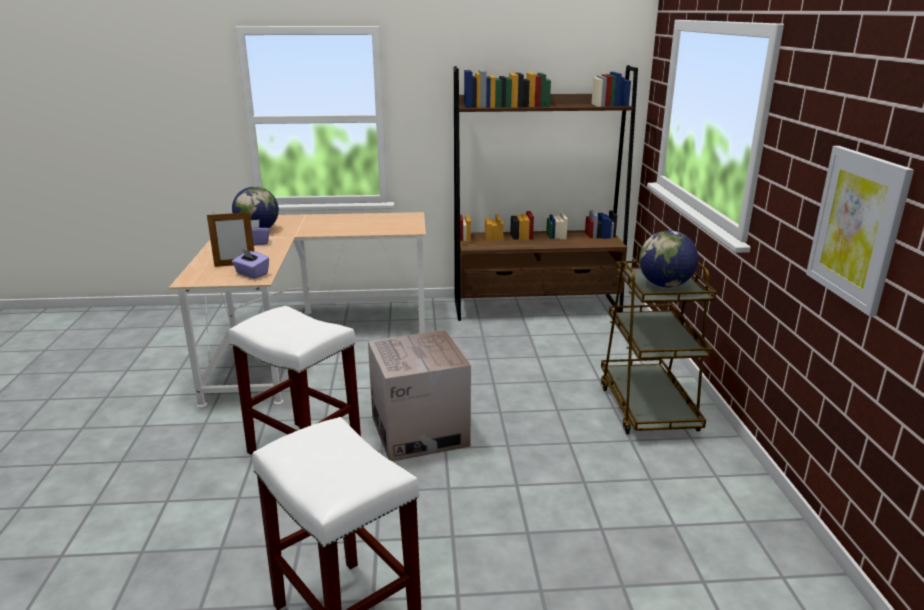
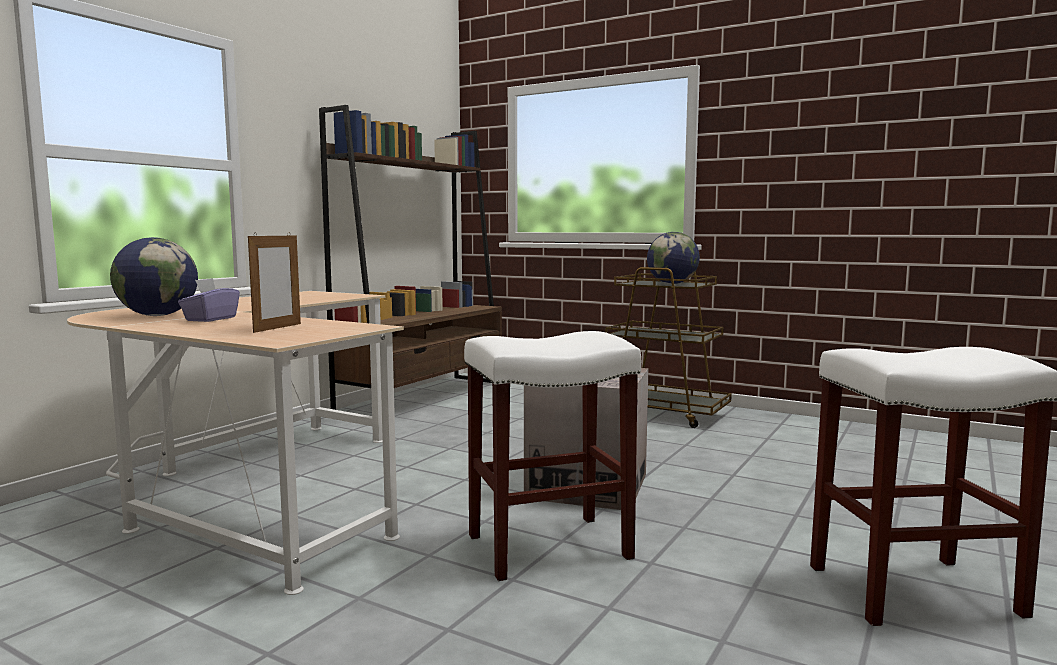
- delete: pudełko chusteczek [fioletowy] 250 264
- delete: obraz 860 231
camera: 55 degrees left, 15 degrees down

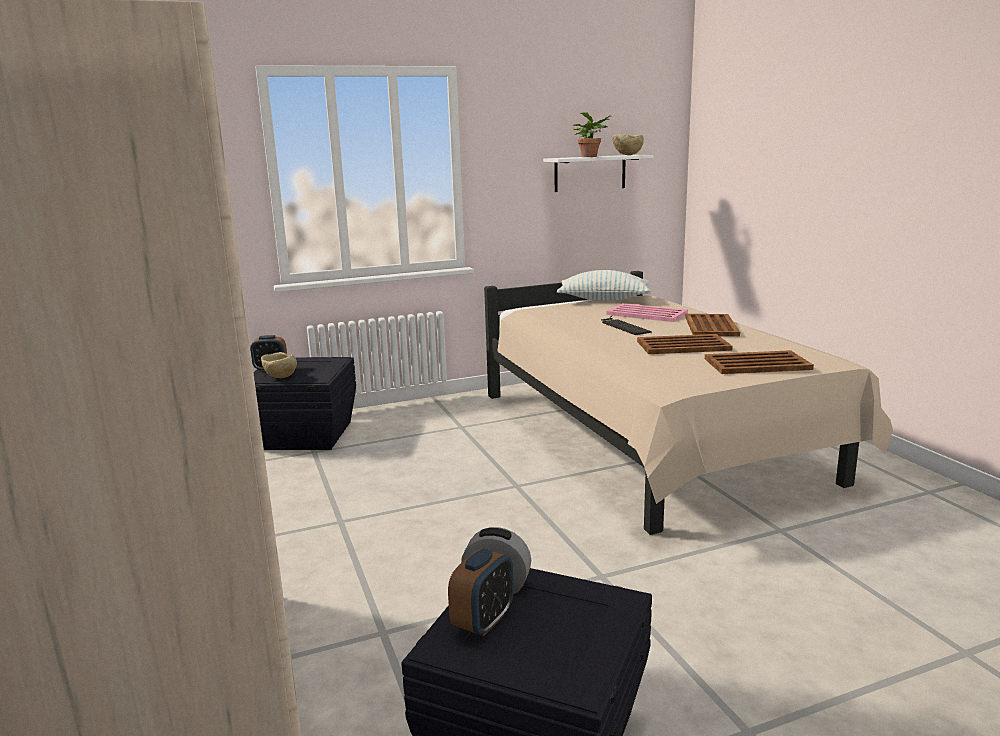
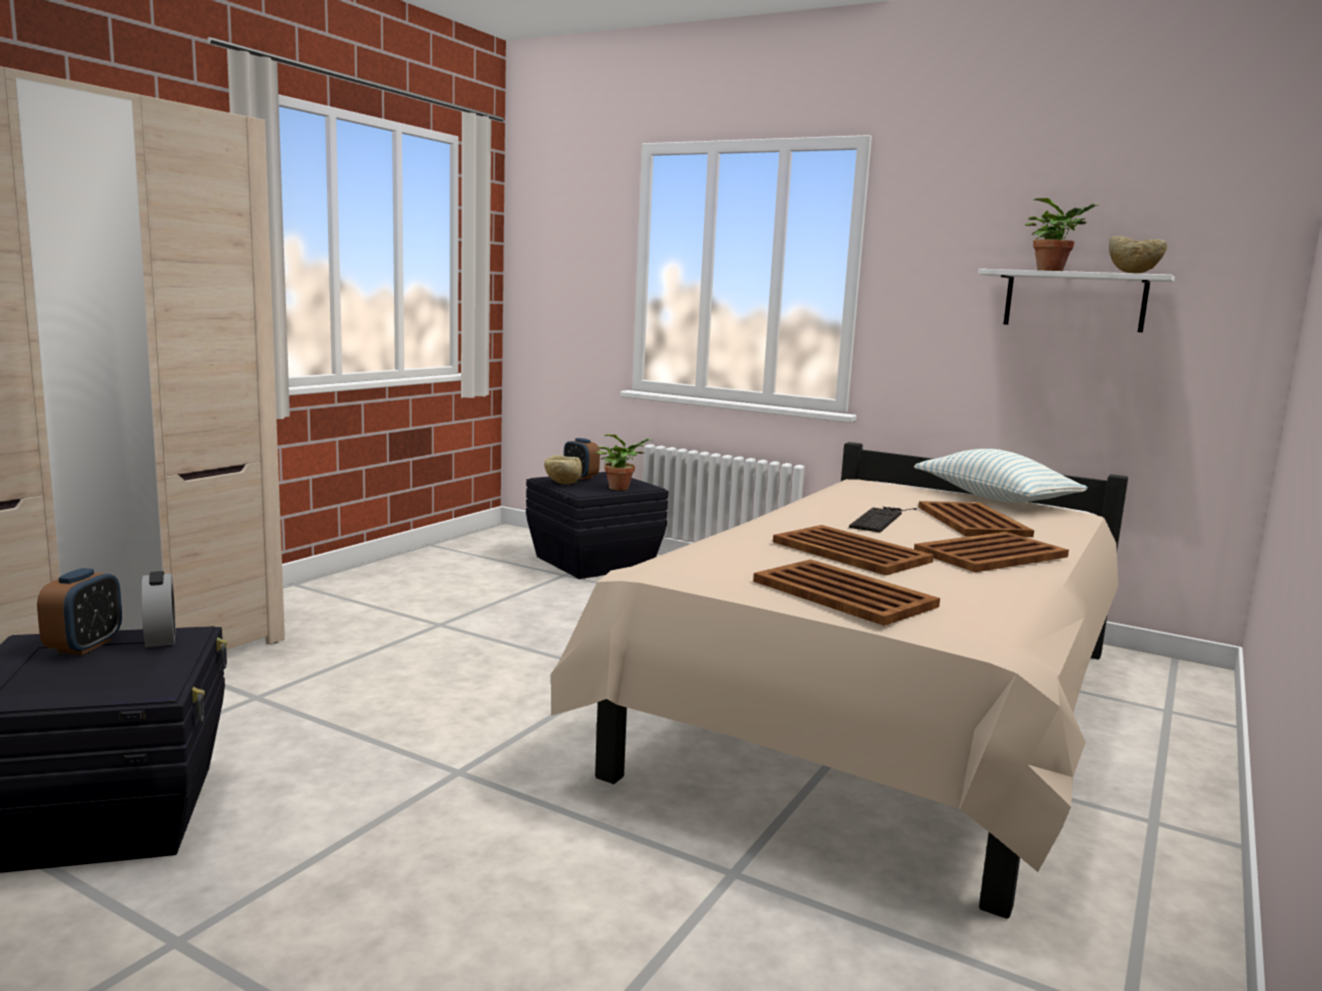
- rotate: budzik 481 592 = 79 611 75 degrees counterclockwise
- recolor: taca [różowy] 647 312 to taca [brązowy] 976 519
- insert: roślina doniczkowa 624 462
camera: 50 degrees right, 5 degrees down

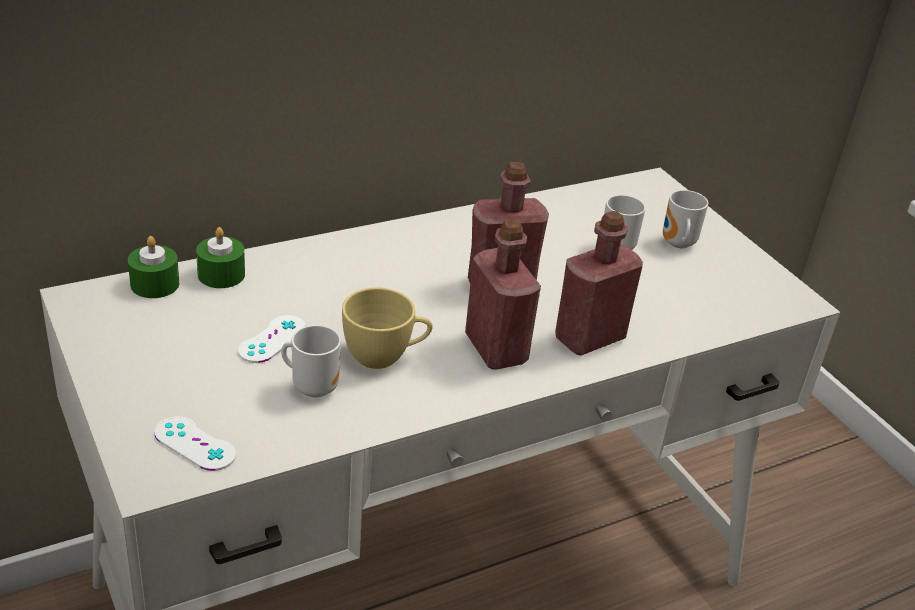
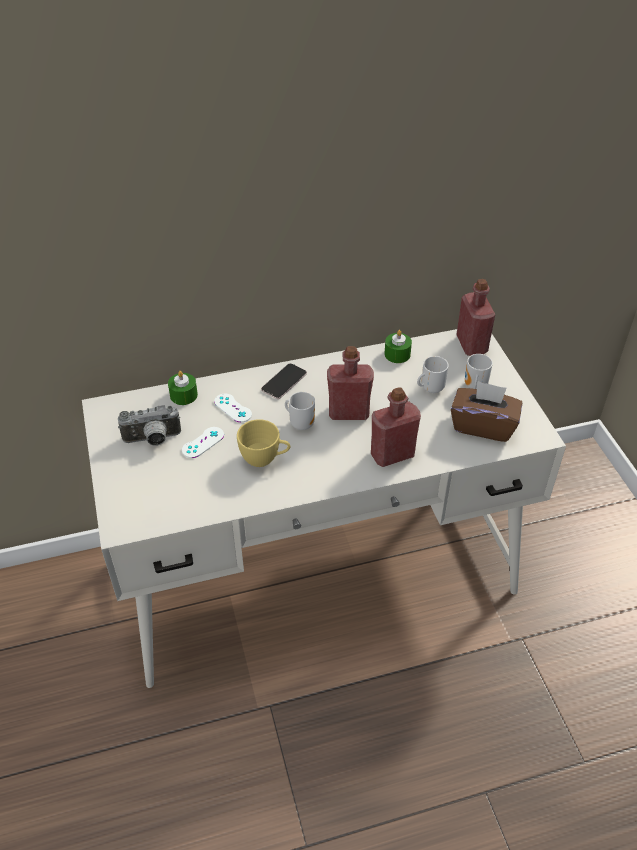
- move: świeca [zielony] 153 267 to 398 346
- move: pad do gier [biały] 195 443 to 233 408
- move: kubek 311 361 to 300 411
- move: butelka [czerwony] 503 294 to 475 317
- insert: aparat fotograficzny 149 425
- insert: telefon 284 381
- insert: pudełko chusteczek [brązowy] 486 411
camera: 15 degrees right, 10 degrees up

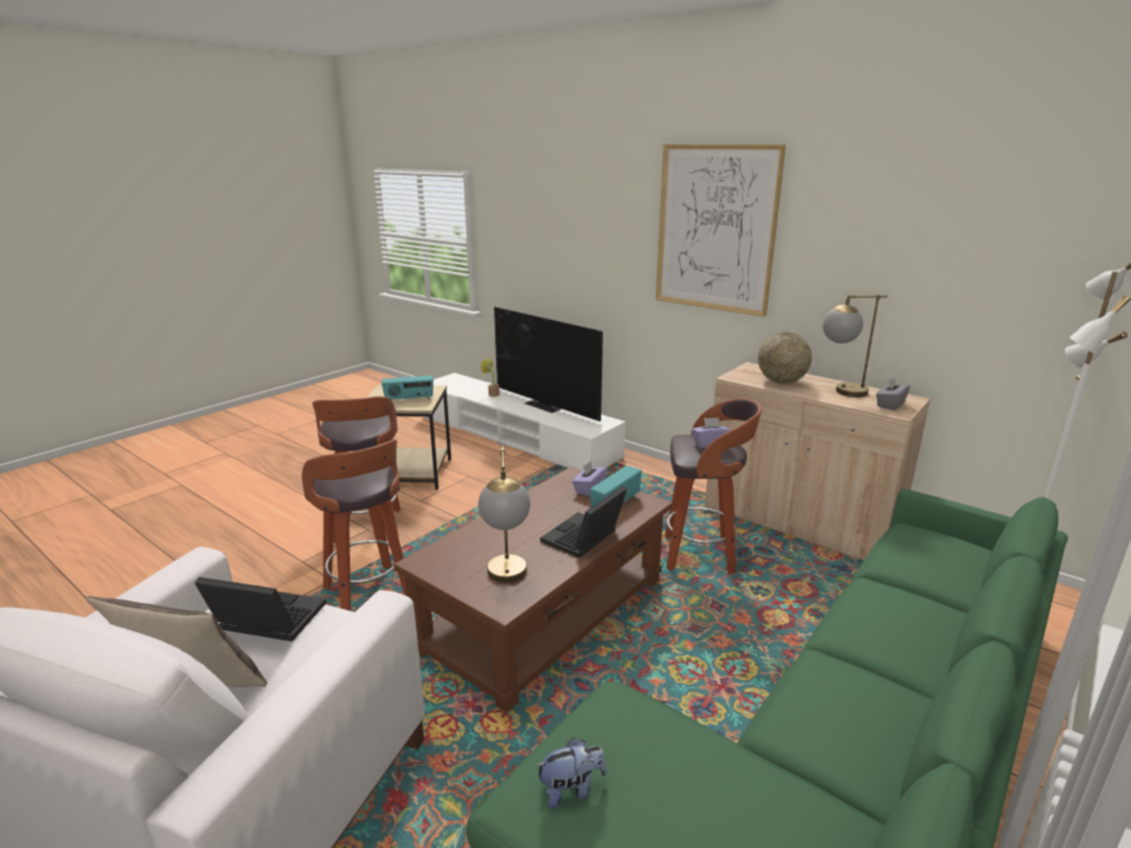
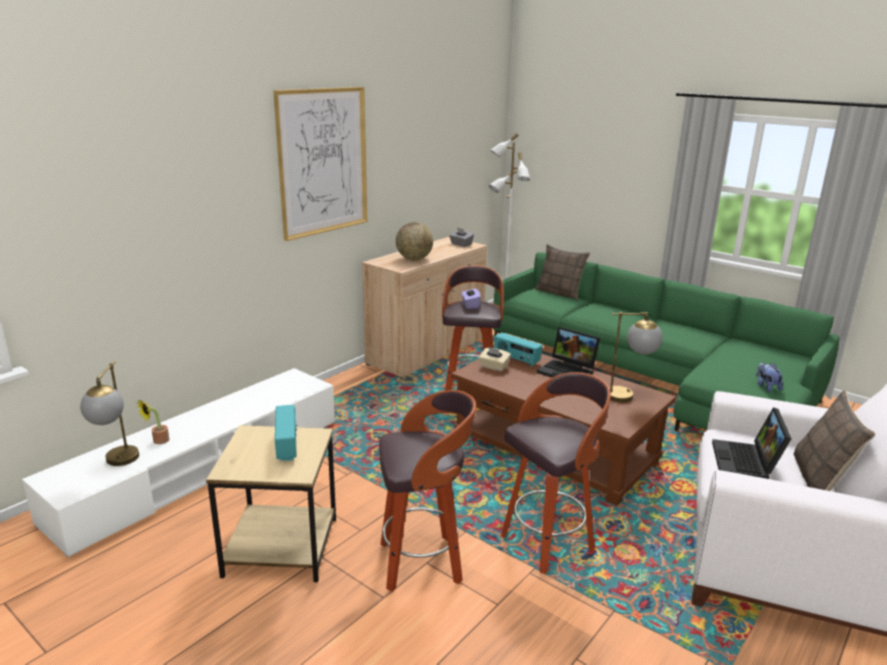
- delete: telewizor 548 364
- recolor: pudełko chusteczek [fioletowy] 589 478 to pudełko chusteczek [beżowy] 495 359
- move: lampa stołowa 855 345 to 109 413
- insert: poduszka 562 272
camera: 90 degrees left, 0 degrees up

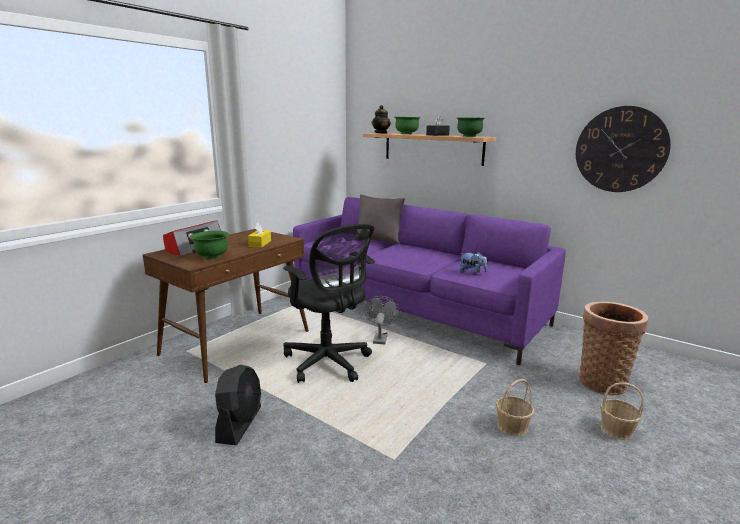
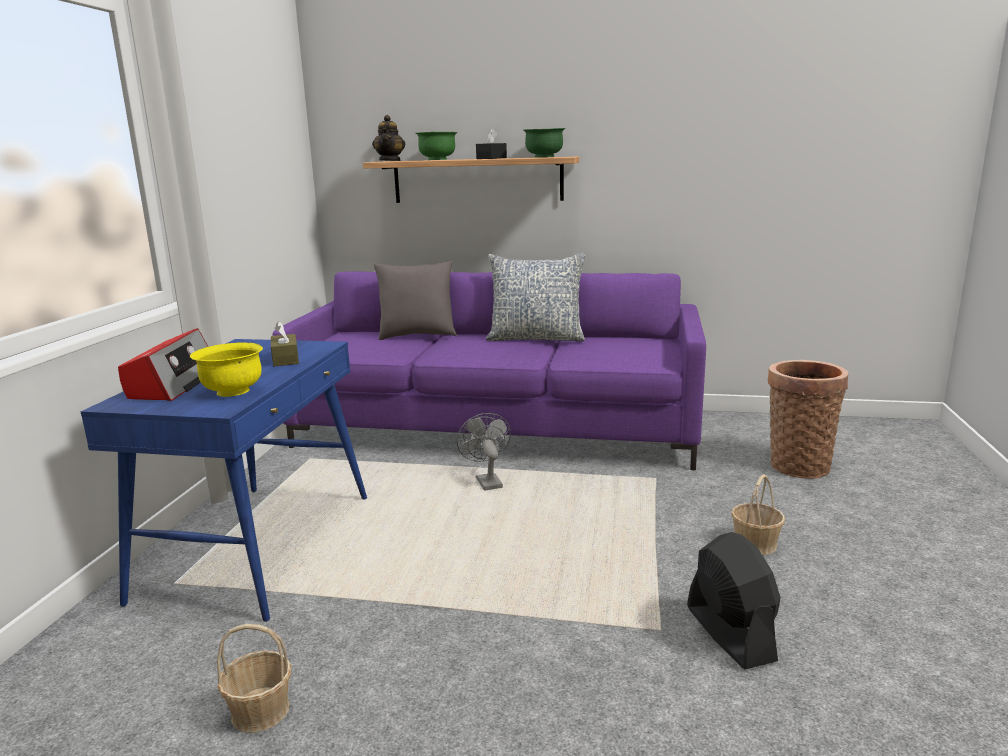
- recolor: biurko [brązowy] 226 306 to biurko [niebieski] 224 480
- recolor: miska [zielony] 209 245 to miska [żółty] 226 370
- move: wentylator [czarny] 238 405 to 734 600
- recolor: pudełko chusteczek [żółty] 259 235 to pudełko chusteczek [brązowy] 285 343
- delete: krzesło biurowe [czarny] 329 303
- delete: pluszak 473 263
- delete: zegar ścienny 623 149
- move: koszyk 622 411 to 254 678
- insert: poduszka 535 297
camera: 25 degrees left, 0 degrees up

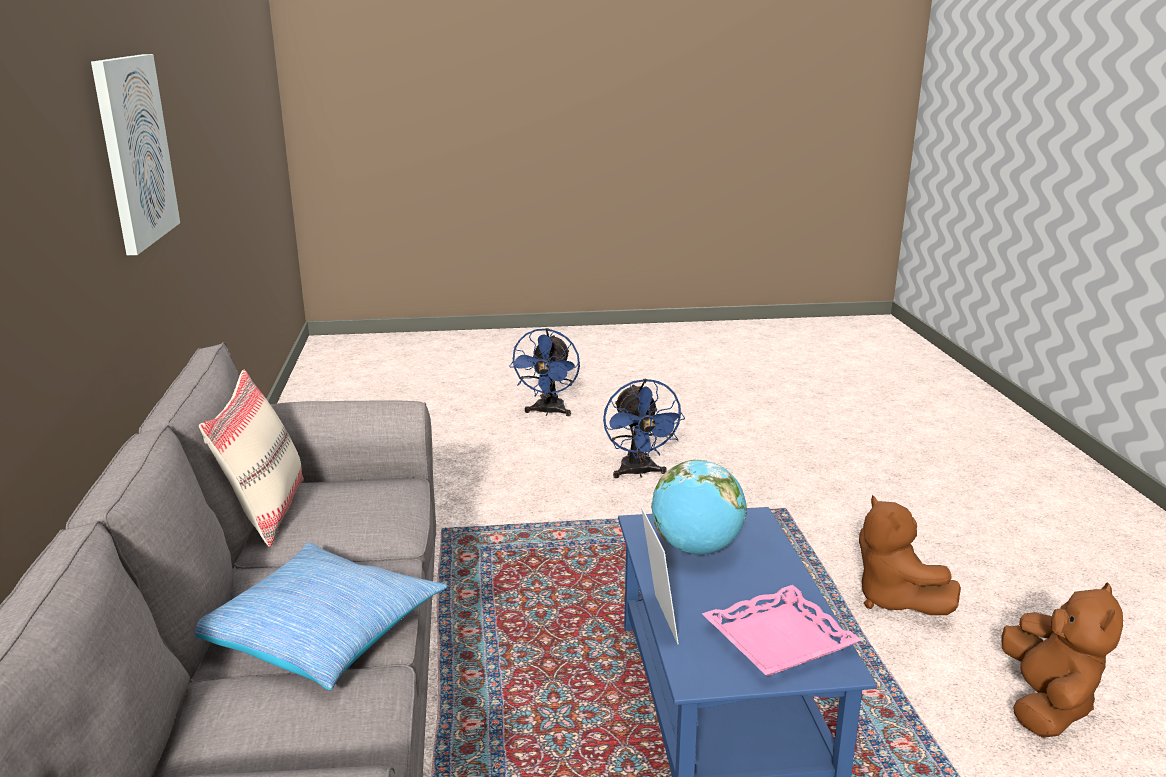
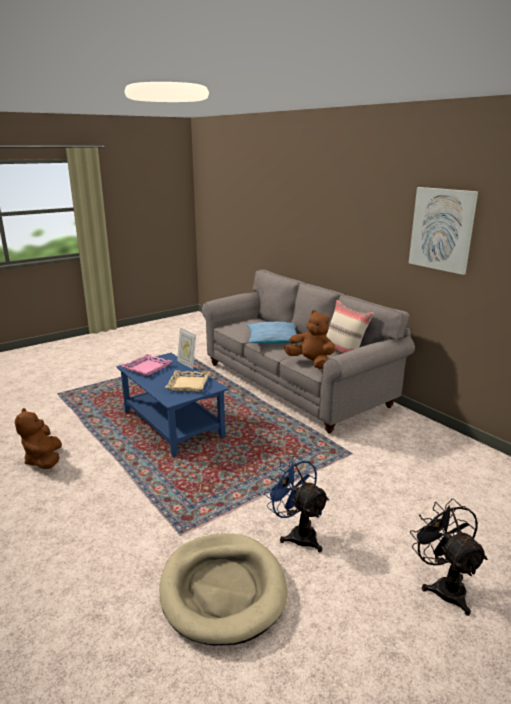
- recolor: wentylator [niebieski] 544 372 to wentylator [czarny] 449 557
- replace: globus 699 507 to taca [beżowy] 187 381
- move: pluszak [brązowy] 910 555 to 309 339
- insert: legowisko [beżowy] 223 589
camera: 150 degrees right, 0 degrees up

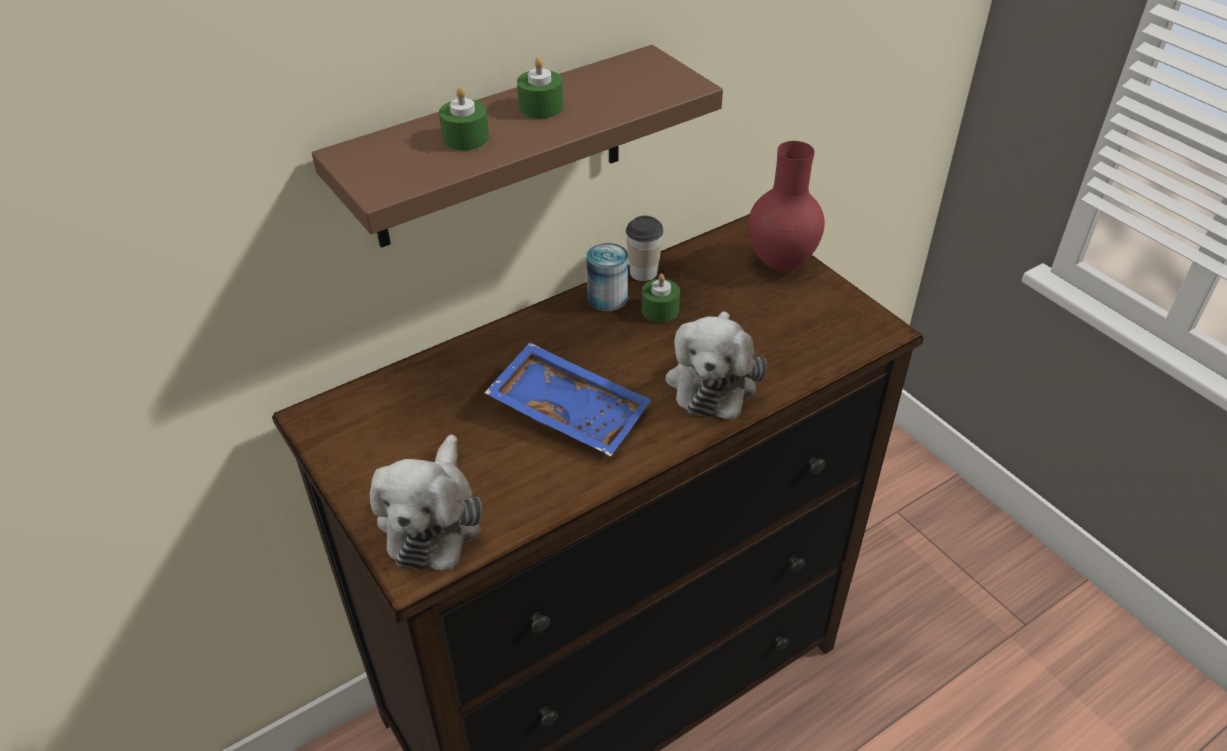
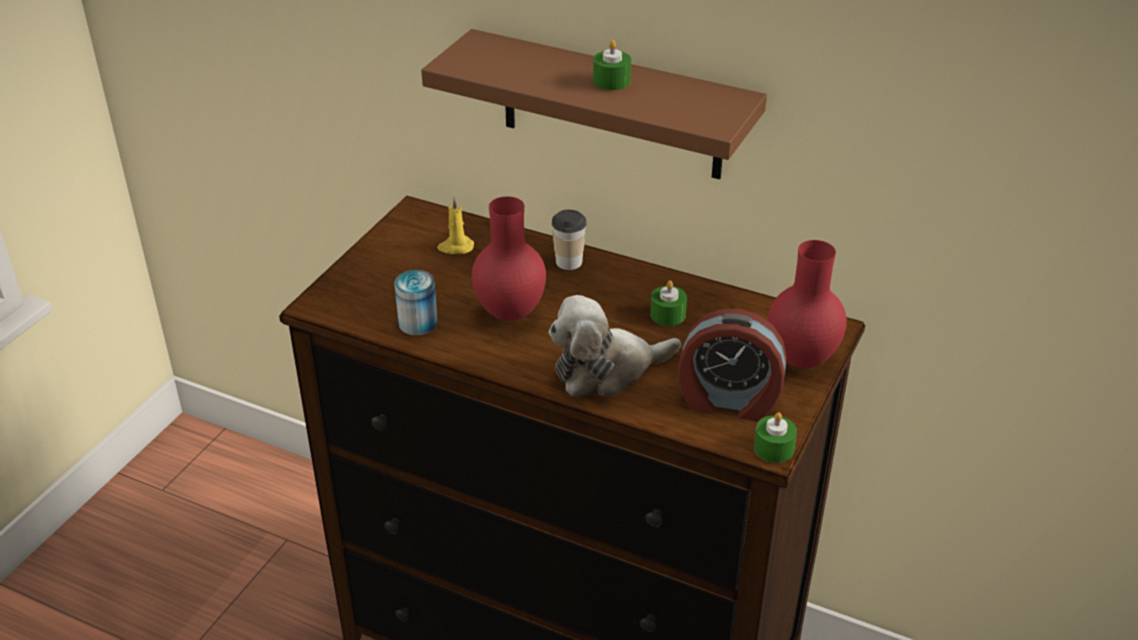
- delete: pluszak 426 502
- move: świeca [zielony] 464 119 to 775 437
- replace: taca [niebieski] 568 399 to wazon [czerwony] 509 258
- move: puszka 607 277 to 416 302
- move: filiżanka 645 248 to 569 239
- insert: świeca [żółty] 455 225
- insert: budzik 732 365
camera: 60 degrees right, 5 degrees down

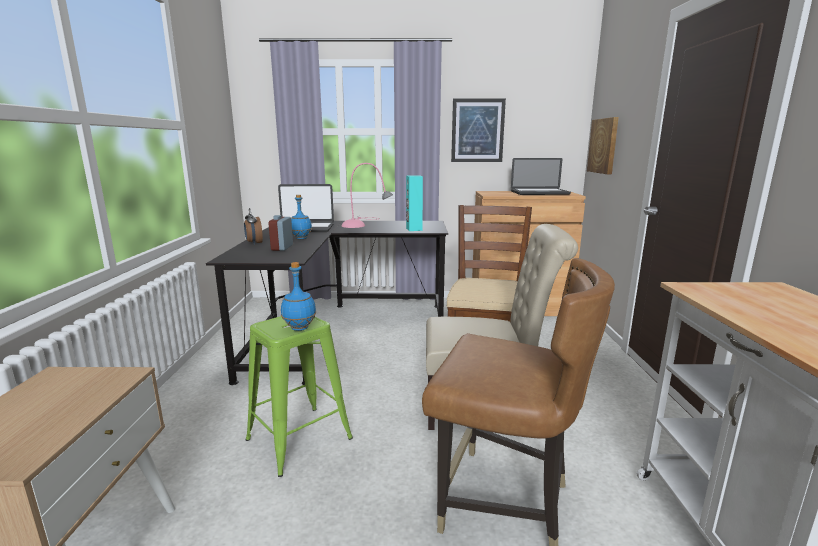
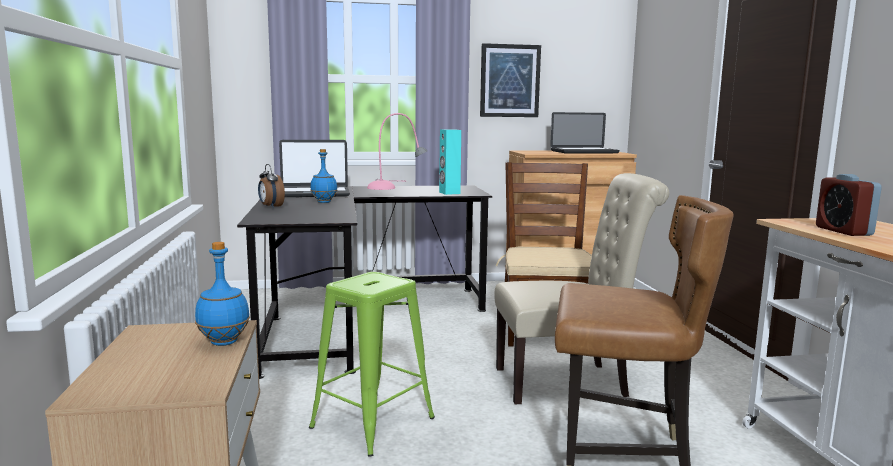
- move: budzik 281 233 to 849 205
- move: butelka [niebieski] 298 296 to 222 294
- delete: obraz 603 145
camera: 10 degrees left, 5 degrees down

